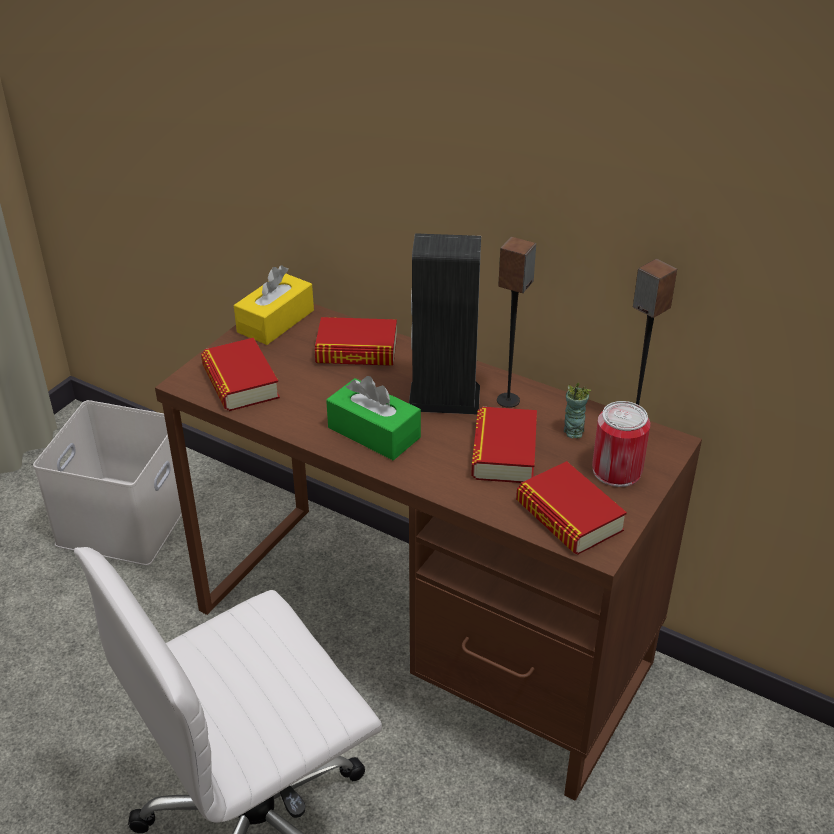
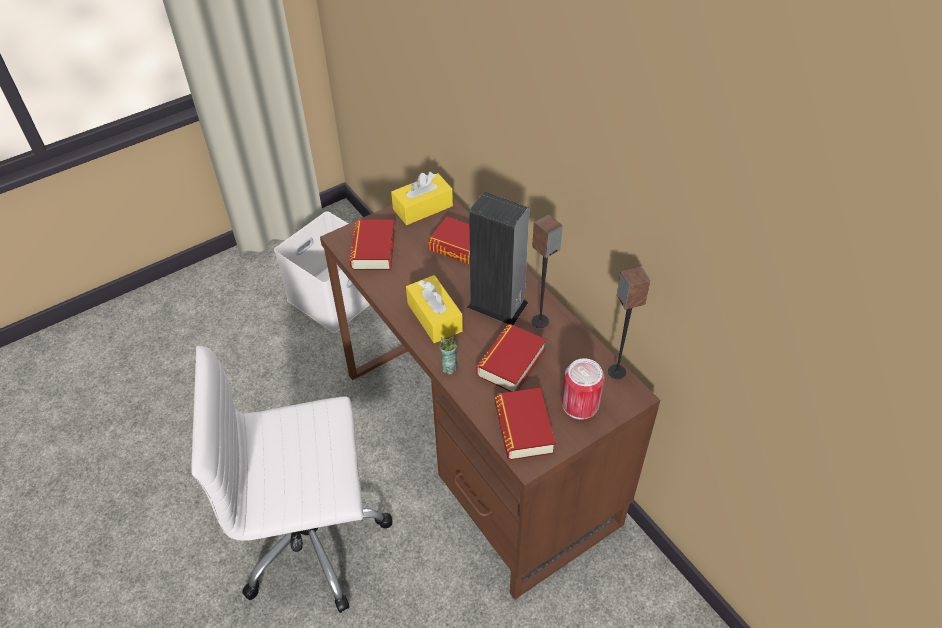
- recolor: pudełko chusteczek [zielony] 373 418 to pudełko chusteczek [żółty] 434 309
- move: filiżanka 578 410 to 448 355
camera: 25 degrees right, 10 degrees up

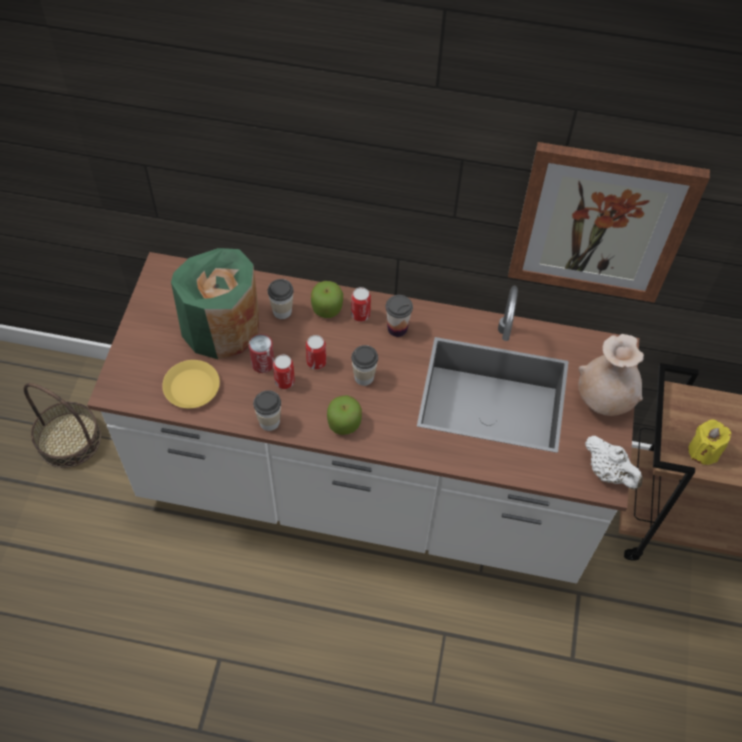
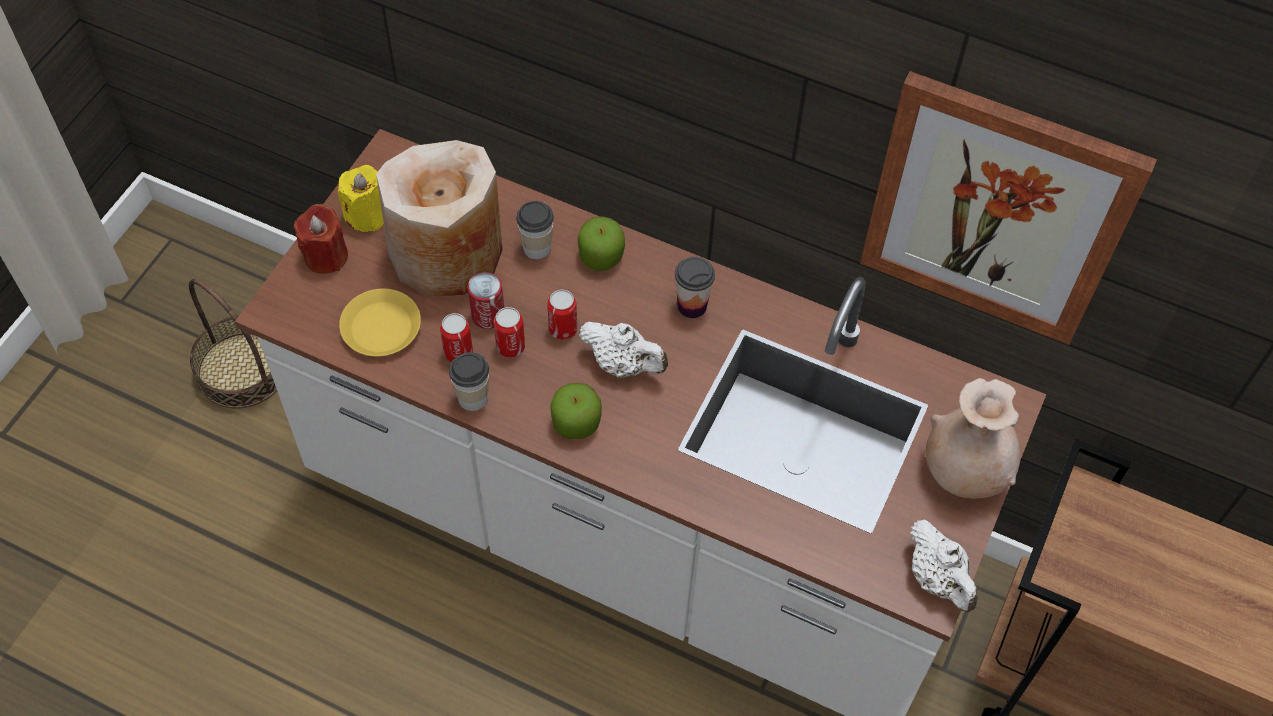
- recolor: wazon [zielony] 215 303 to wazon [beżowy] 439 218
- move: puszka 361 304 to 456 337
- replace: filiżanka 364 365 to imbryk [biały] 623 349
- move: świeca [żółty] 709 442 to 361 198
- insert: świeca [czerwony] 321 239
camera: 15 degrees right, 0 degrees up

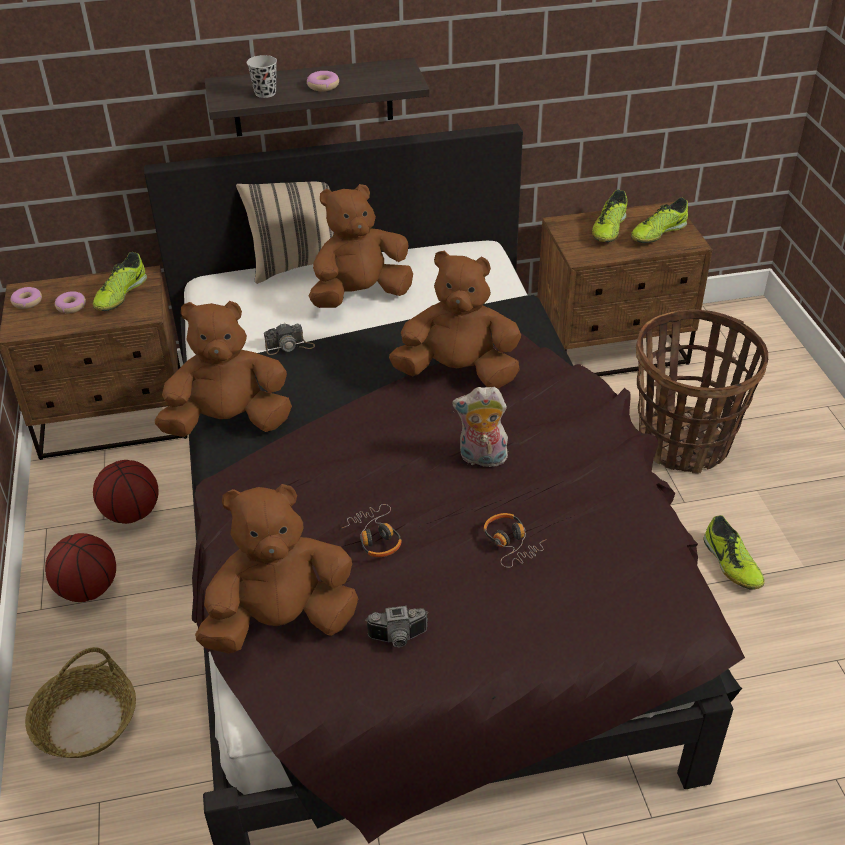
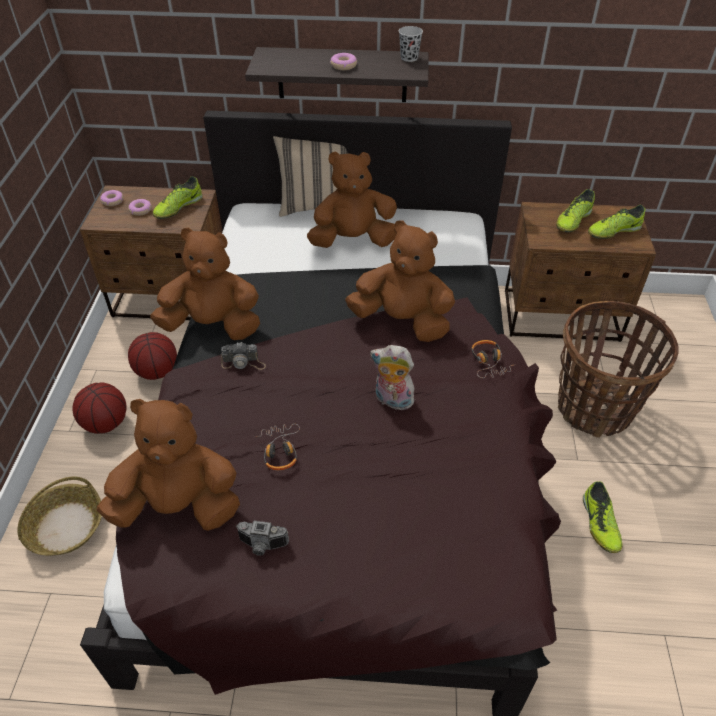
- move: filiżanka [czarny] 262 76 to 411 44
- move: aparat fotograficzny 289 339 to 243 356
- move: słuchawki 515 540 to 492 359
camera: 15 degrees right, 5 degrees up

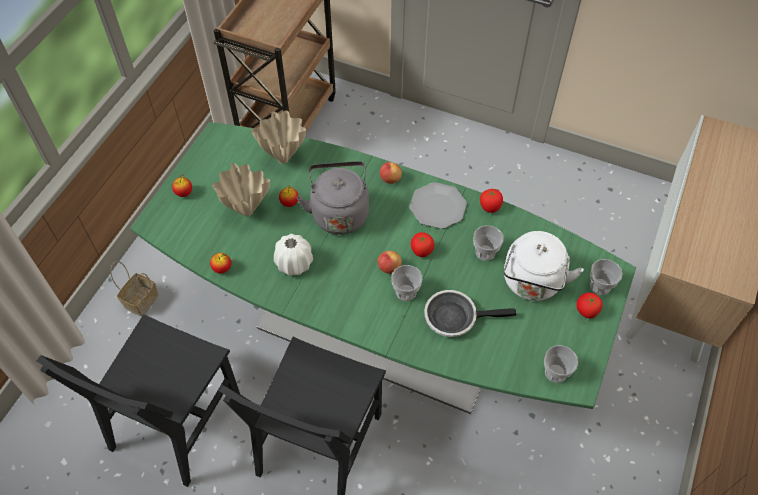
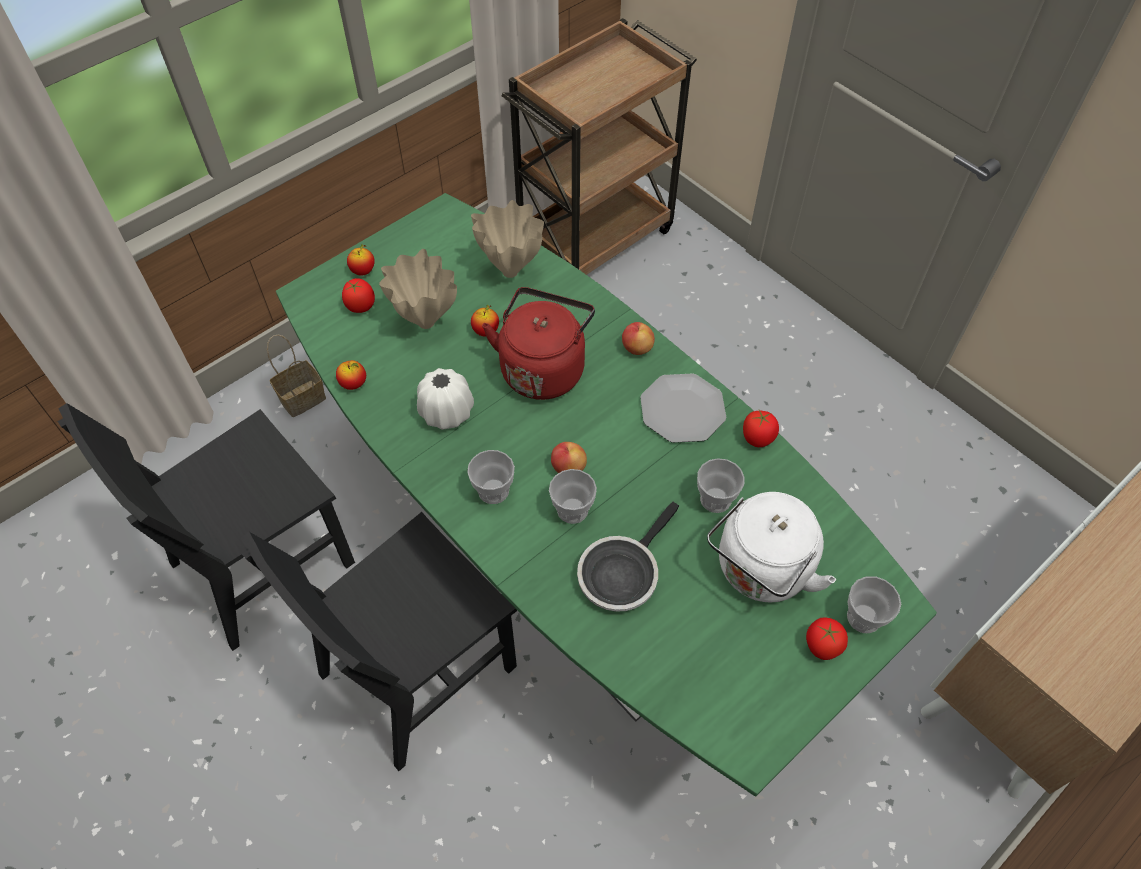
- recolor: czajnik [szary] 333 198 to czajnik [czerwony] 538 343
- move: pomidor 422 244 to 358 295
- rotate: patelnia 470 313 = 628 557 75 degrees counterclockwise
- move: filiżanka 561 364 to 491 477
camera: 25 degrees right, 0 degrees up

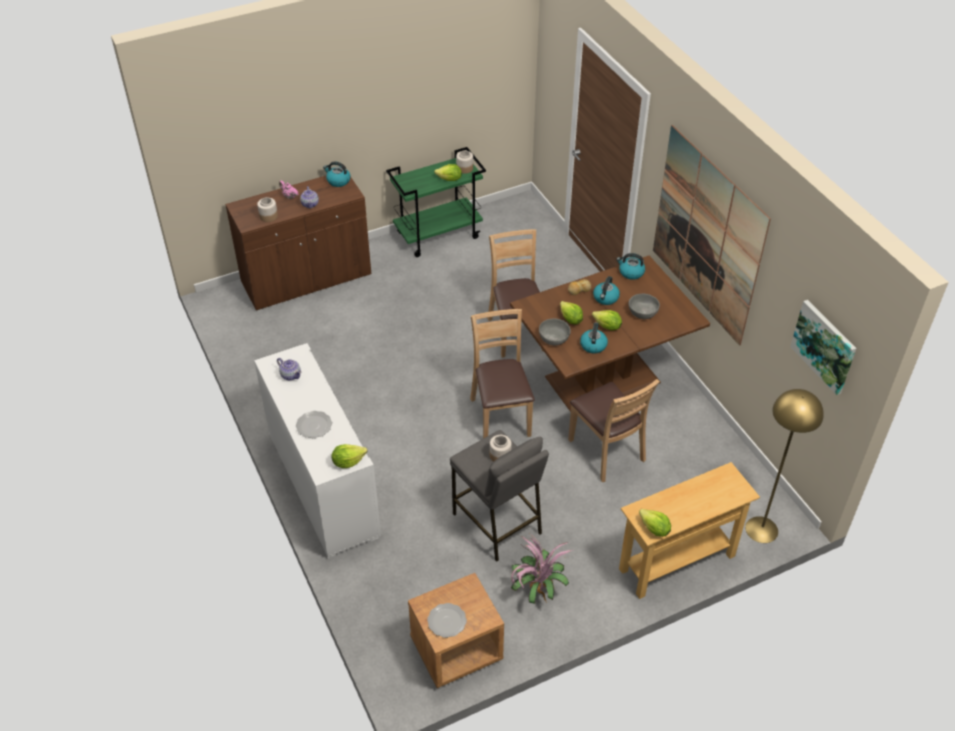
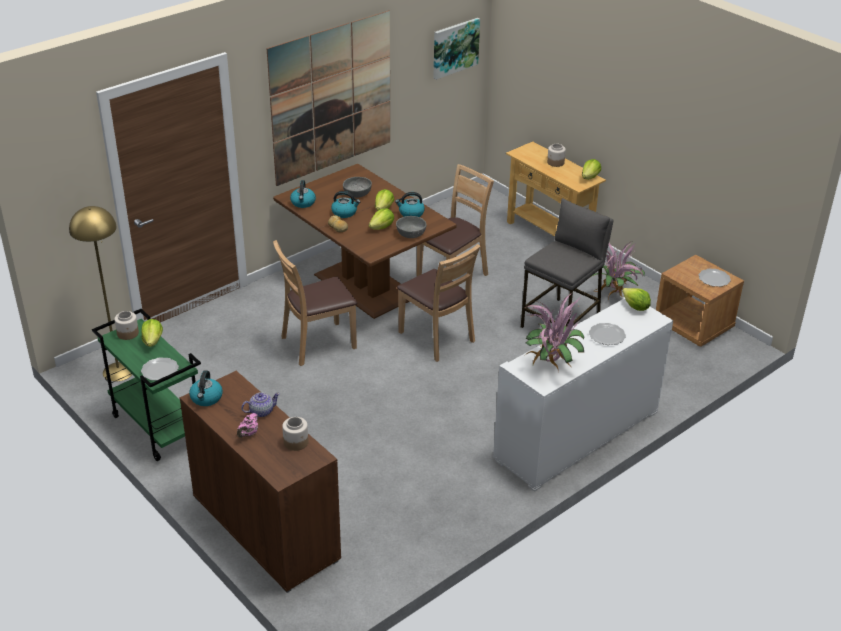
- replace: imbryk 289 369 to roślina doniczkowa 553 332
- rotate: krzesło [brązowy] 502 374 = 439 303 105 degrees counterclockwise
- move: słoik 501 448 to 556 155
- move: lampa stojąca [żółty] 784 466 to 100 294
- insert: talerz 160 369
camera: 105 degrees left, 10 degrees down

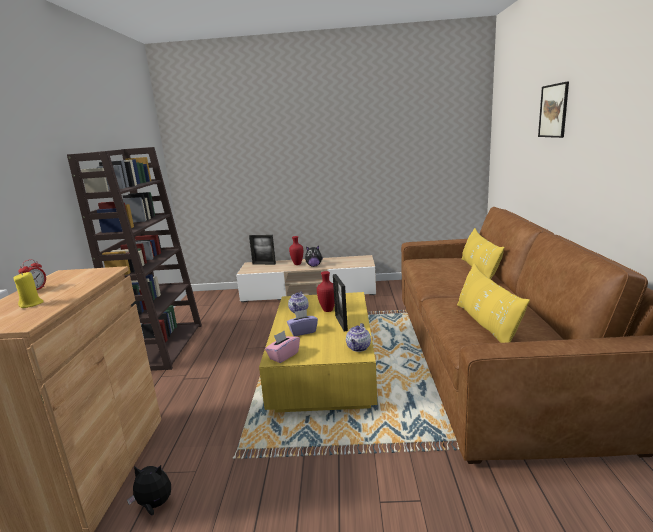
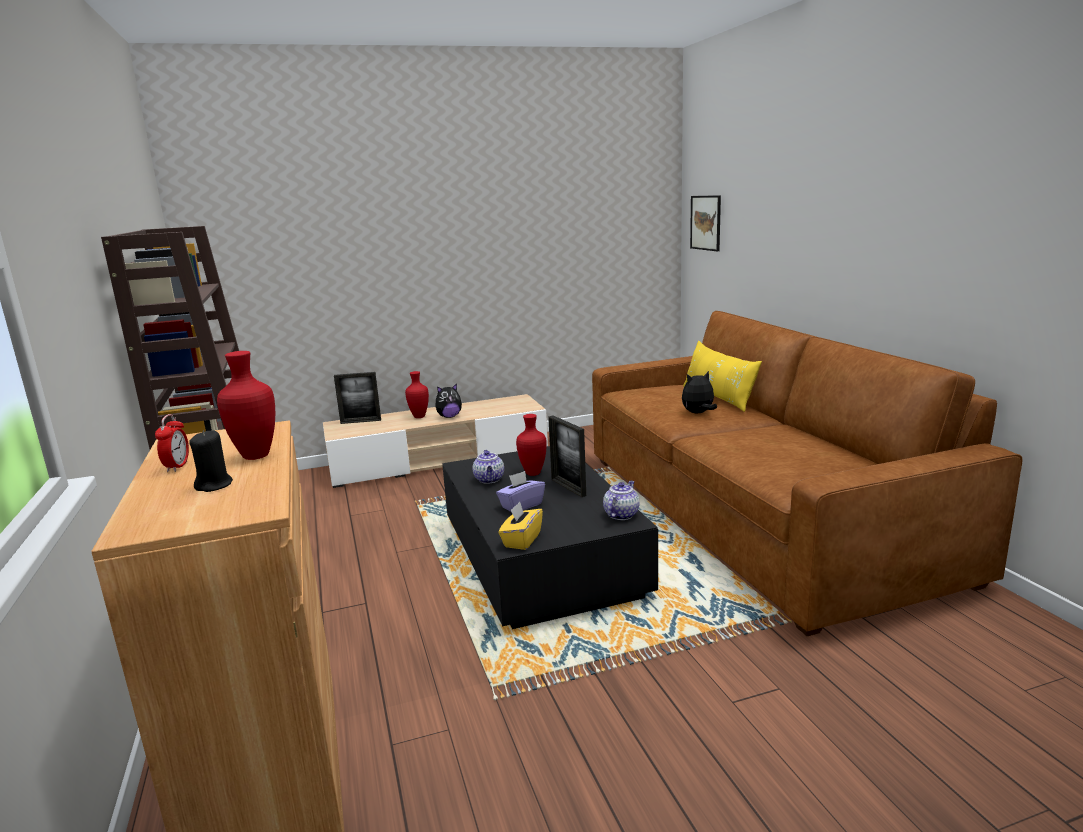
- recolor: świeca [żółty] 28 290 to świeca [czarny] 211 461
- move: pluszak 149 490 to 699 392
- recolor: ława [żółty] 318 352 to ława [czarny] 550 537
- recolor: pudełko chusteczek [różowy] 282 347 to pudełko chusteczek [żółty] 520 526
- rotate: imbryk 358 337 = 621 500 150 degrees counterclockwise
- delete: poduszka [żółty] 493 303
- move: obraz 553 109 to 705 223
- insert: wazon [czerwony] 246 405
camera: 20 degrees left, 0 degrees up

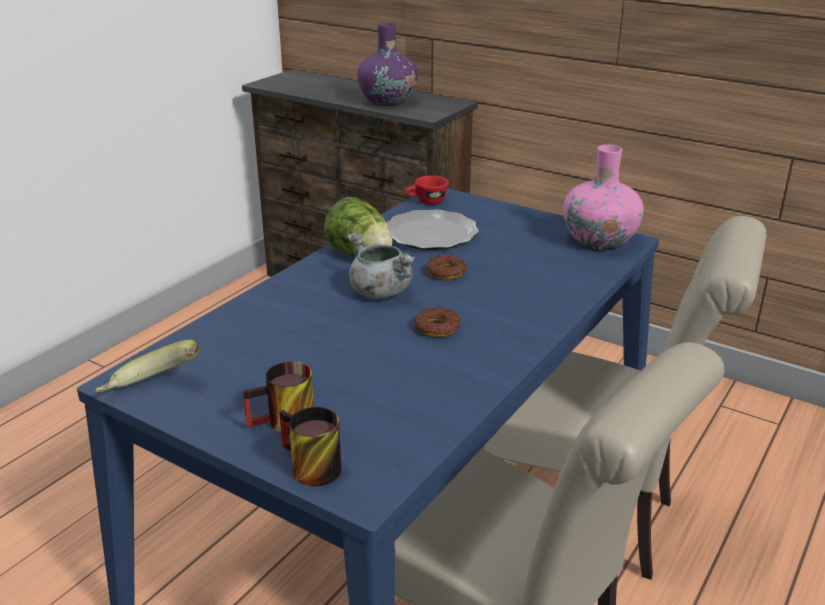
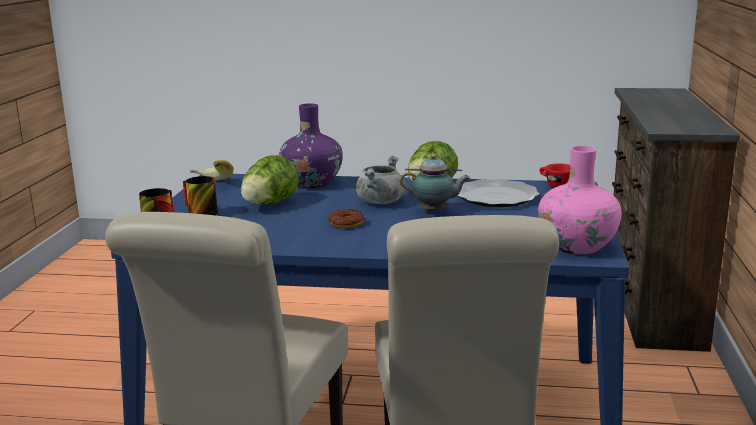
- move: wazon [fioletowy] 387 64 to 311 145
- replace: donut 446 267 to imbryk 435 183
- insert: sałata 270 179
camera: 65 degrees right, 10 degrees down

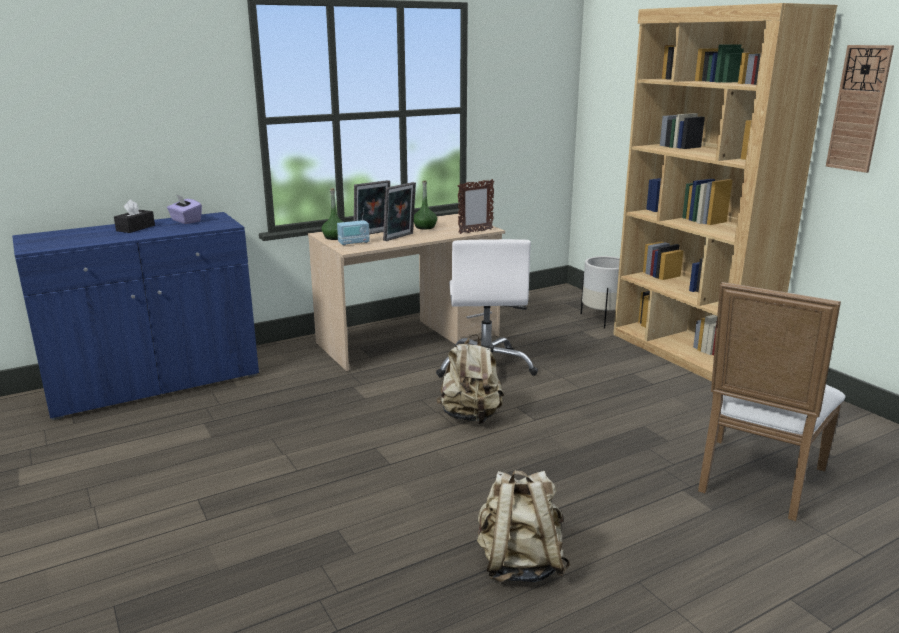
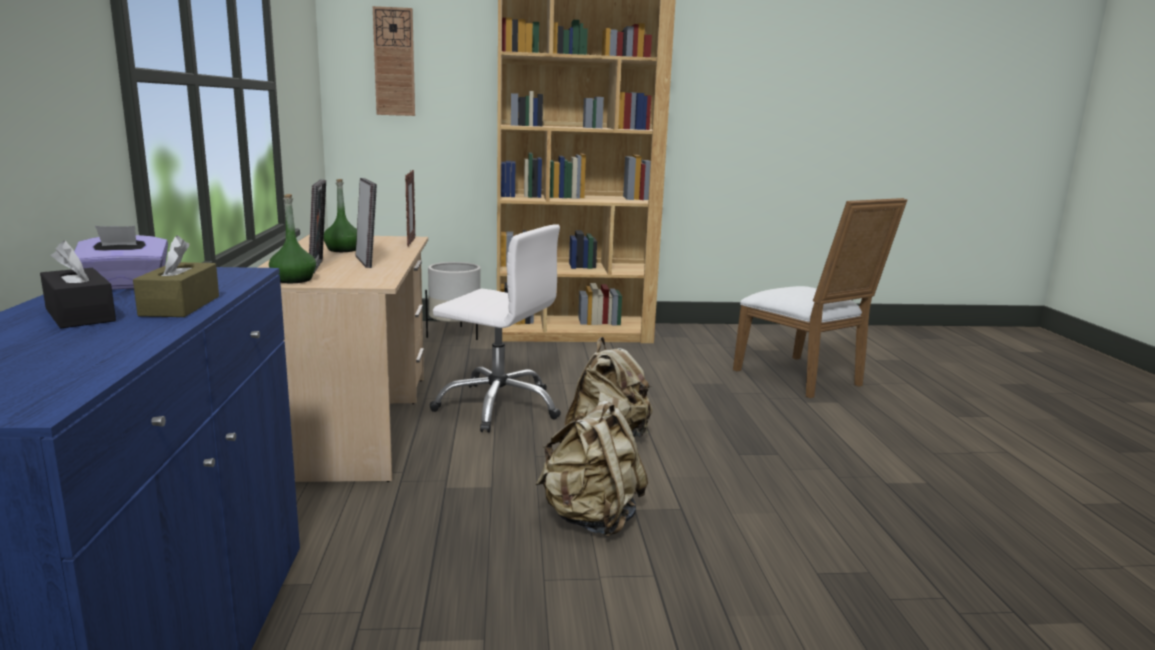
- delete: radio 353 227
- move: plecak [beżowy] 523 526 to 592 469
- move: zegar ścienny 860 109 to 394 61
- insert: pudełko chusteczek [brązowy] 176 276
camera: 65 degrees left, 5 degrees down

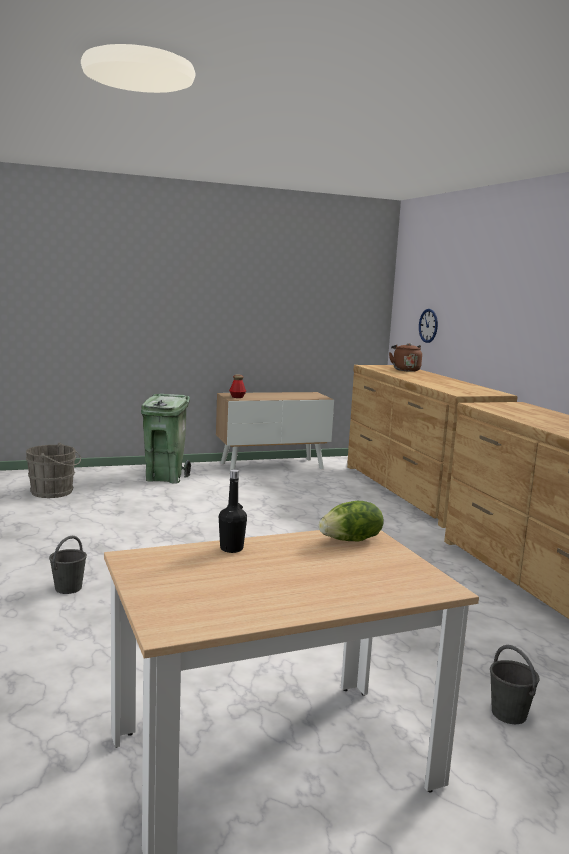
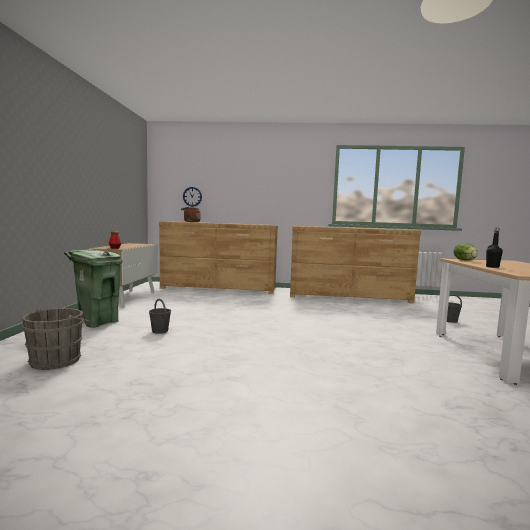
- move: wiadro [szary] 68 565 to 160 316
camera: 65 degrees left, 5 degrees down

